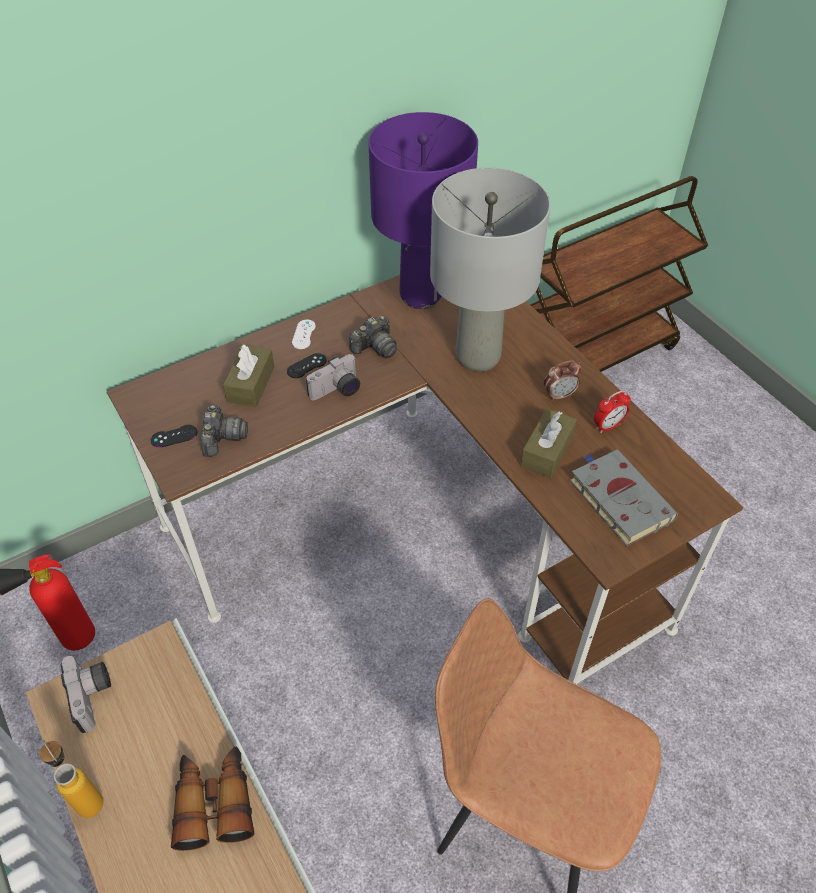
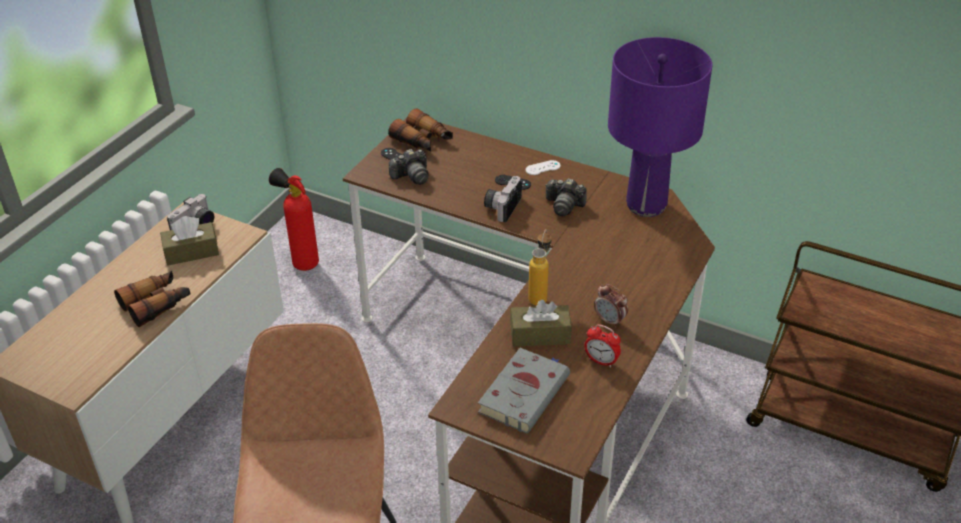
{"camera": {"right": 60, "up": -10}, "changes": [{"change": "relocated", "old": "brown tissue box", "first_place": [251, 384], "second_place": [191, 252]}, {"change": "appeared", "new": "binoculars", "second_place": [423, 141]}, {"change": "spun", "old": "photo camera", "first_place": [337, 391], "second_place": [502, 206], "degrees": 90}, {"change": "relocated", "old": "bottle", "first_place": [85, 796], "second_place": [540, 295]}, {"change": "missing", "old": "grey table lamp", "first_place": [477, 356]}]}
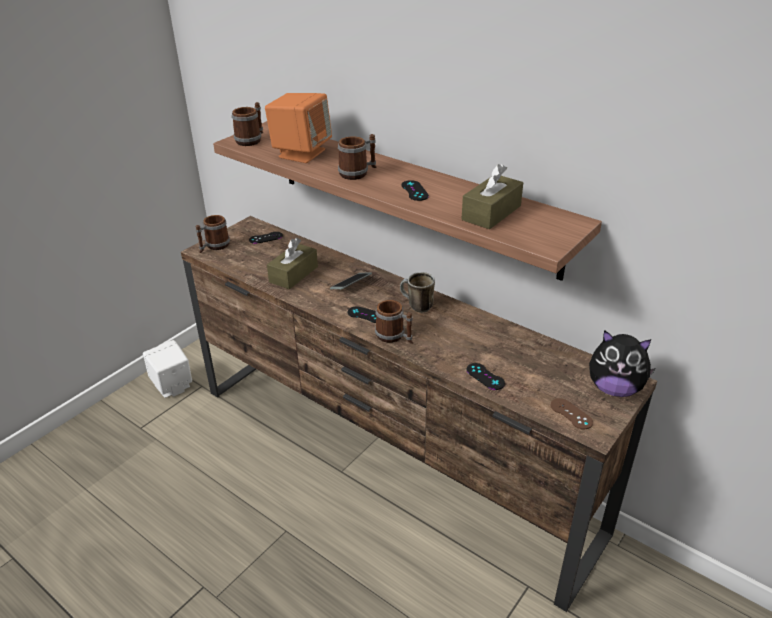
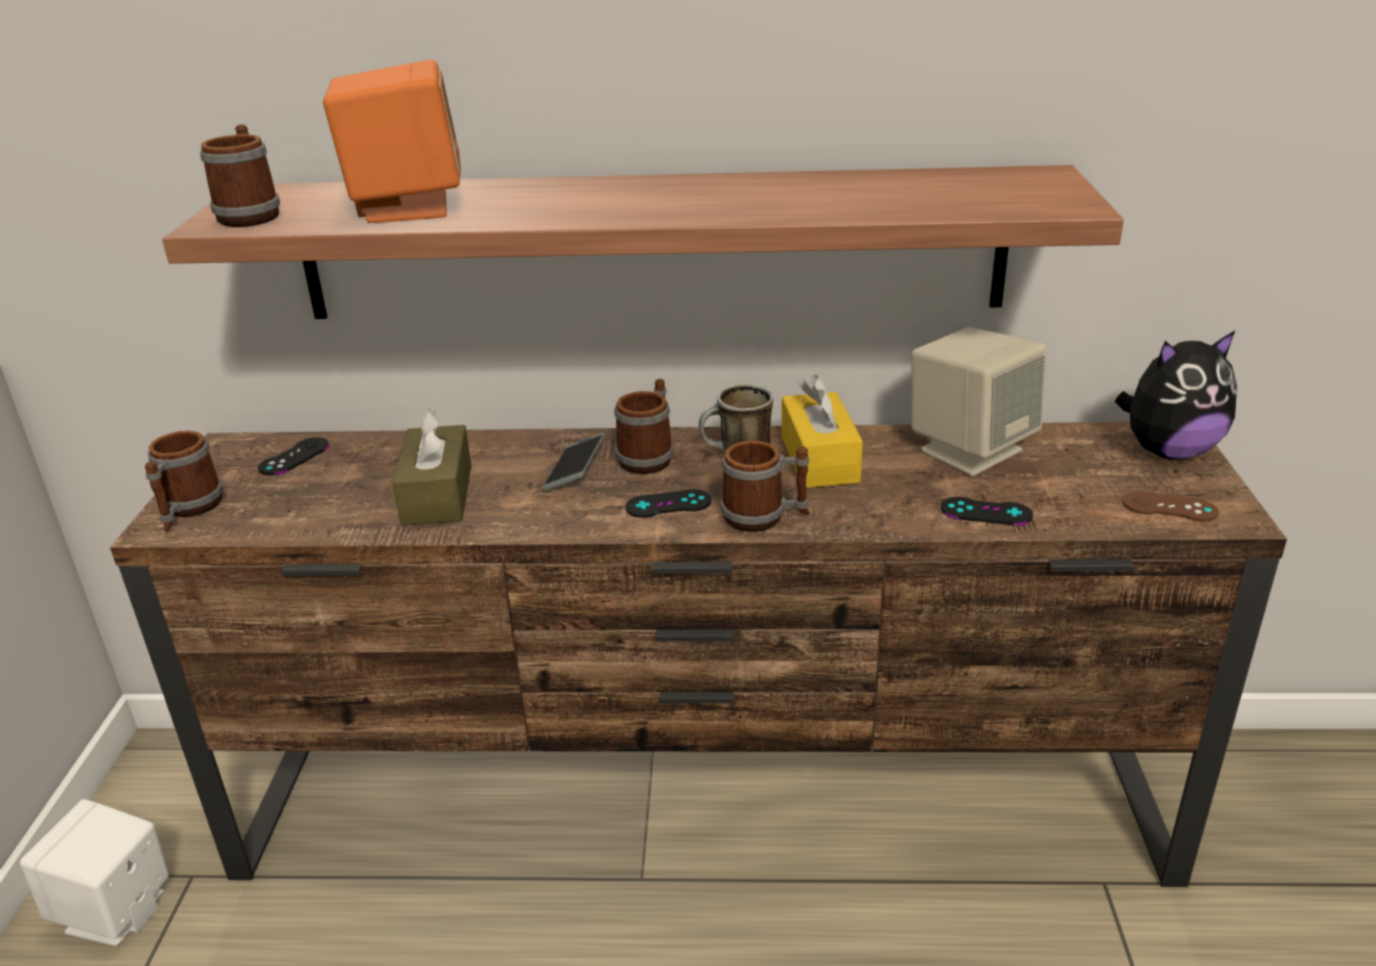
{"camera": {"right": -35, "up": -5}, "changes": [{"change": "relocated", "old": "mug", "first_place": [358, 173], "second_place": [649, 456]}, {"change": "appeared", "new": "yellow tissue box", "second_place": [819, 459]}, {"change": "appeared", "new": "beige speaker", "second_place": [970, 450]}, {"change": "missing", "old": "black game controller", "first_place": [414, 191]}, {"change": "missing", "old": "brown tissue box", "first_place": [491, 213]}]}
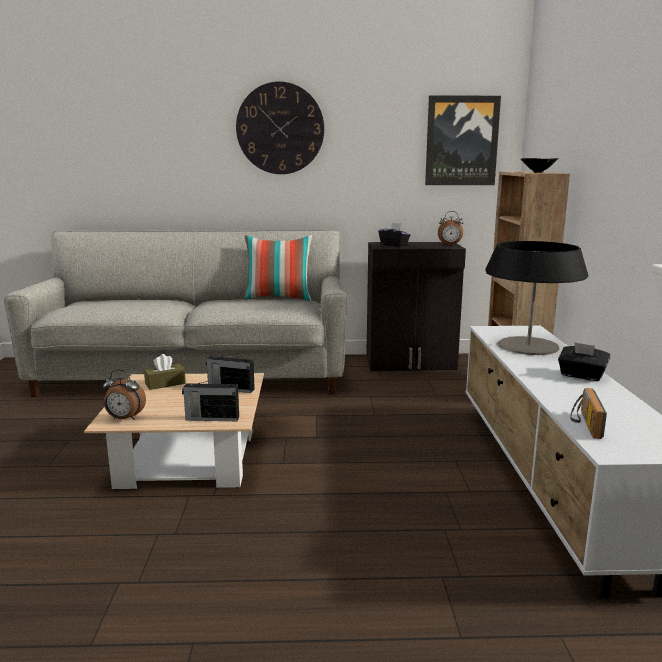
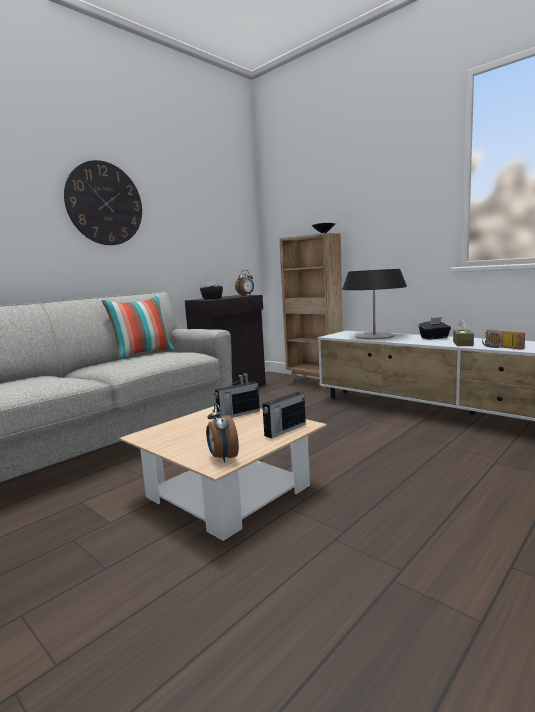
{"camera": {"right": -45, "up": -5}, "changes": [{"change": "spun", "old": "alarm clock", "first_place": [124, 419], "second_place": [222, 458], "degrees": 105}, {"change": "relocated", "old": "brown tissue box", "first_place": [165, 383], "second_place": [462, 343]}, {"change": "missing", "old": "picture", "first_place": [461, 141]}]}
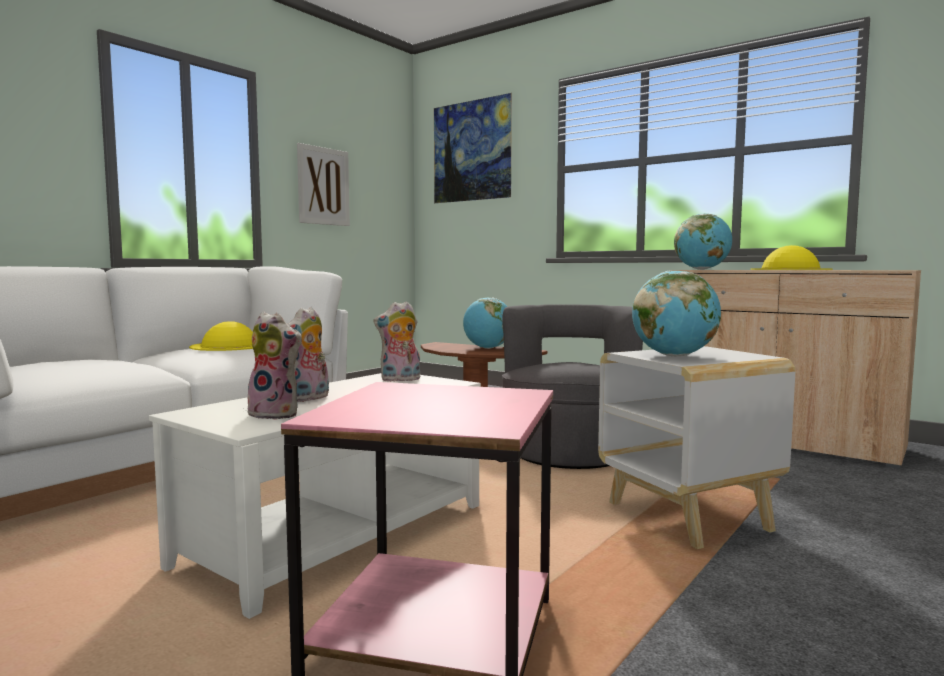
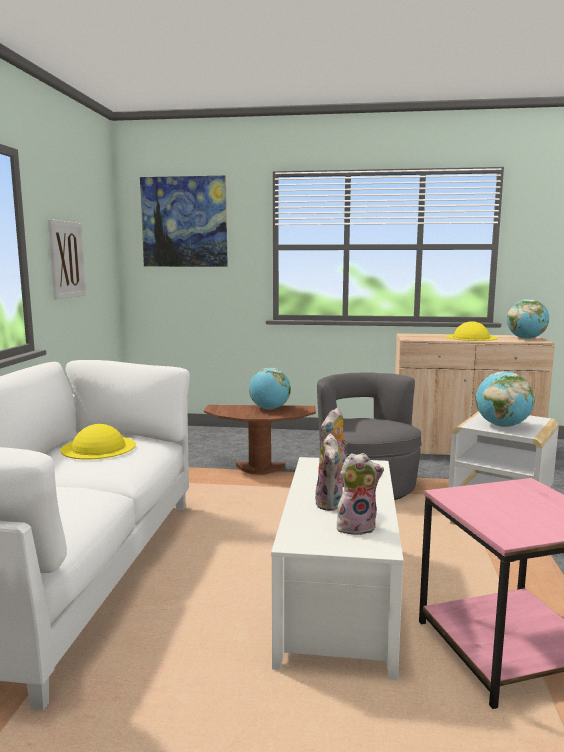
{"camera": {"right": -30, "up": 5}, "changes": [{"change": "relocated", "old": "globe", "first_place": [702, 269], "second_place": [526, 339]}]}
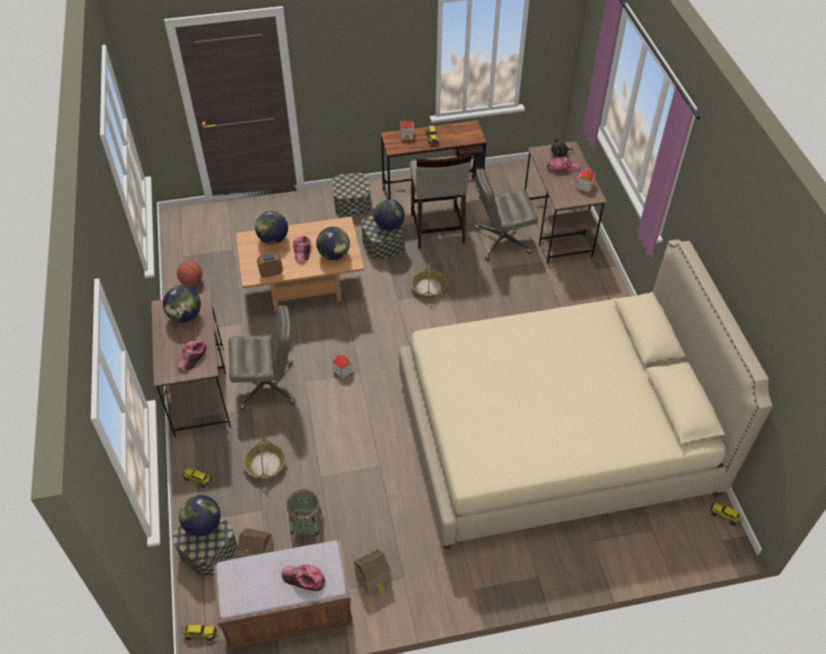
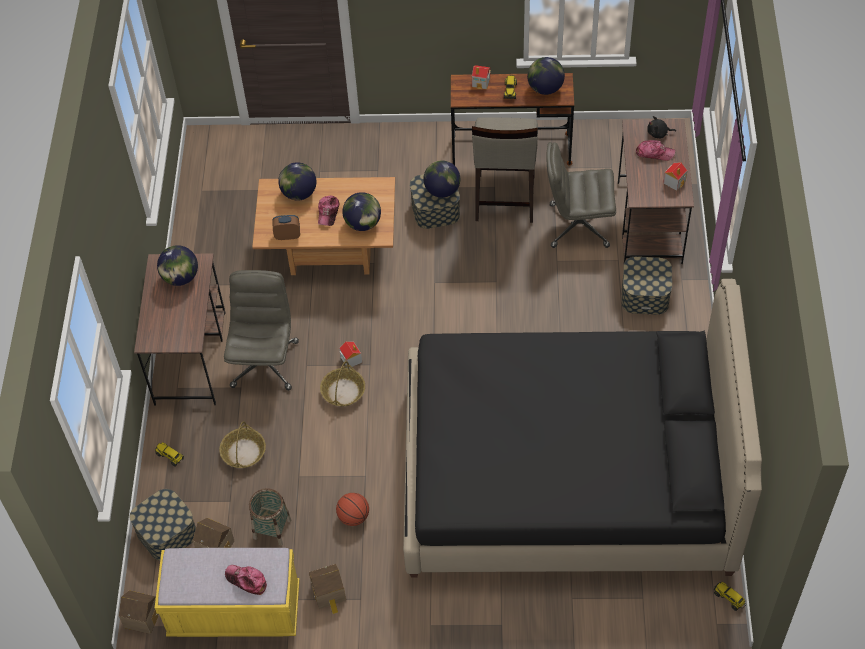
{"camera": {"right": 15, "up": 5}, "changes": [{"change": "exchanged", "old": "toy truck", "new": "toy house", "first_place": [200, 634], "second_place": [142, 616]}, {"change": "colour", "old": "brown bench", "new": "yellow bench", "first_place": [288, 612], "second_place": [234, 611]}, {"change": "spun", "old": "grey office chair", "first_place": [267, 385], "second_place": [264, 363], "degrees": -90}, {"change": "relocated", "old": "basket", "first_place": [428, 287], "second_place": [343, 391]}, {"change": "relocated", "old": "basketball", "first_place": [191, 282], "second_place": [353, 517]}, {"change": "colour", "old": "beige bed", "new": "black bed", "first_place": [554, 436], "second_place": [566, 475]}, {"change": "relocated", "old": "globe", "first_place": [203, 525], "second_place": [545, 88]}, {"change": "relocated", "old": "storage box", "first_place": [352, 203], "second_place": [645, 295]}, {"change": "missing", "old": "cap", "first_place": [192, 357]}]}
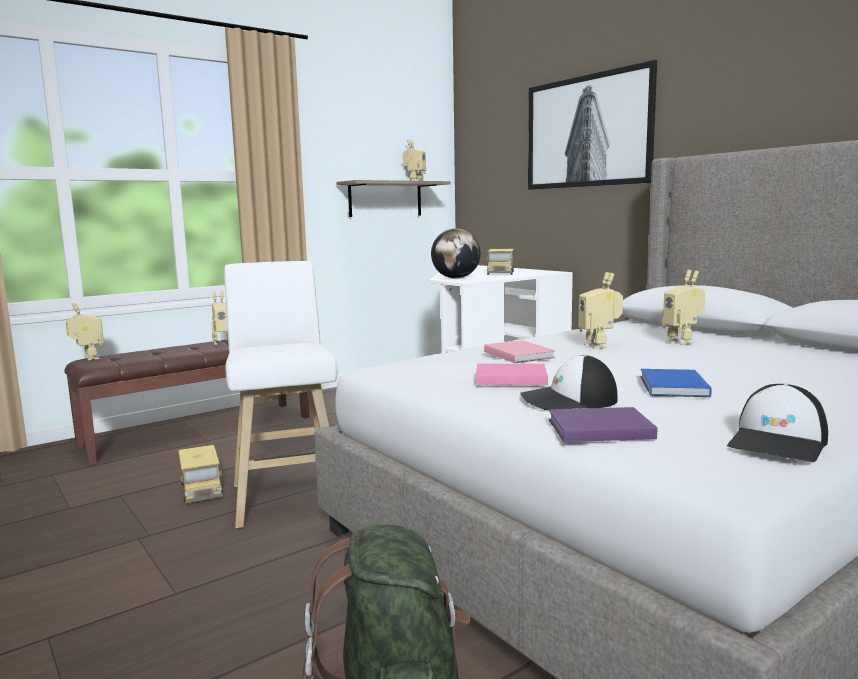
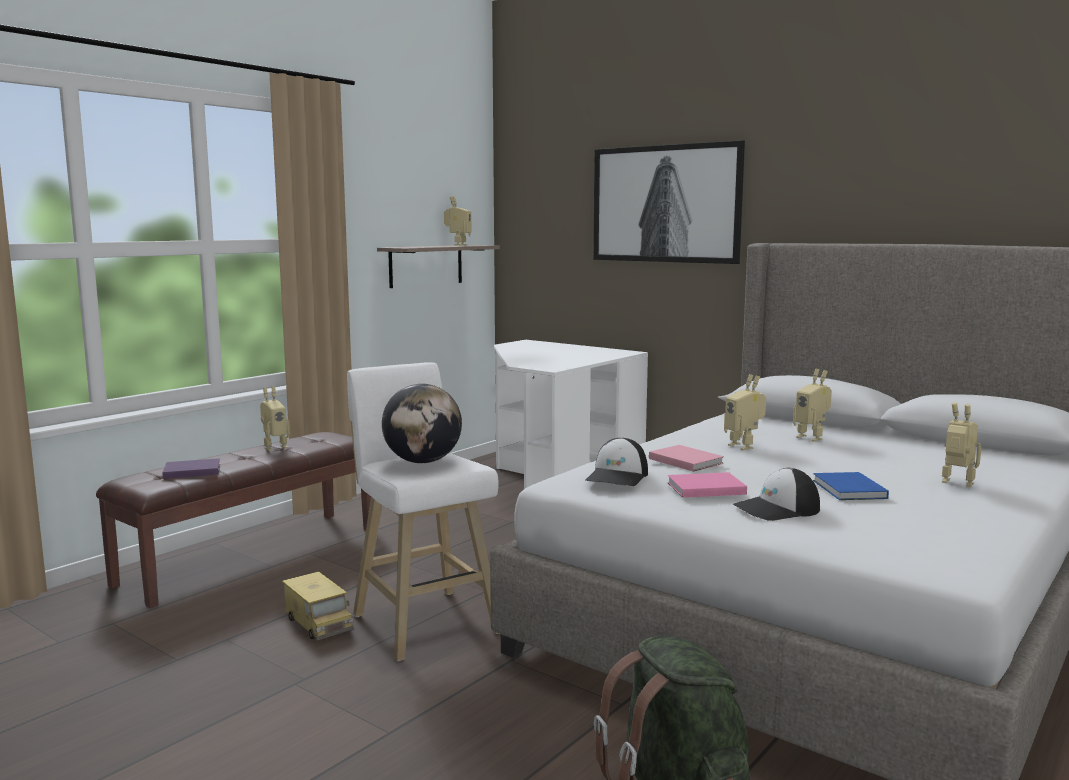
{"camera": {"right": -15, "up": 0}, "changes": [{"change": "relocated", "old": "purple book", "first_place": [597, 429], "second_place": [190, 471]}, {"change": "relocated", "old": "globe", "first_place": [456, 278], "second_place": [423, 461]}, {"change": "relocated", "old": "cap", "first_place": [778, 443], "second_place": [618, 476]}, {"change": "relocated", "old": "toy robot", "first_place": [88, 358], "second_place": [956, 484]}, {"change": "missing", "old": "toy truck", "first_place": [501, 272]}]}
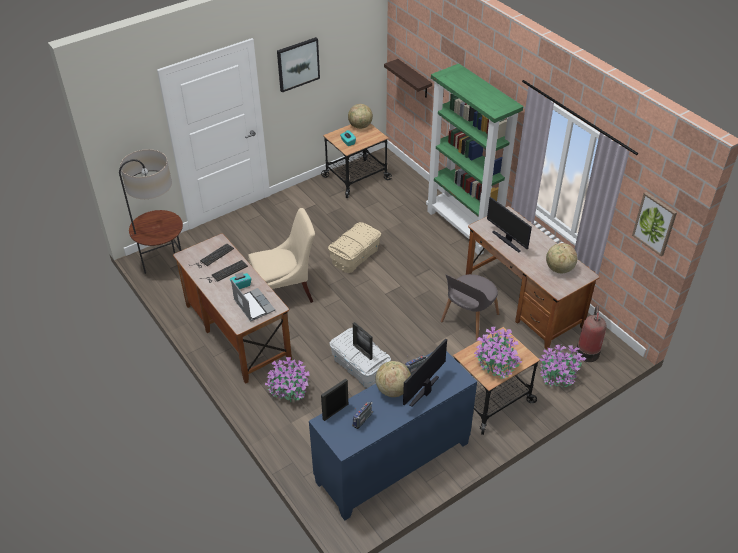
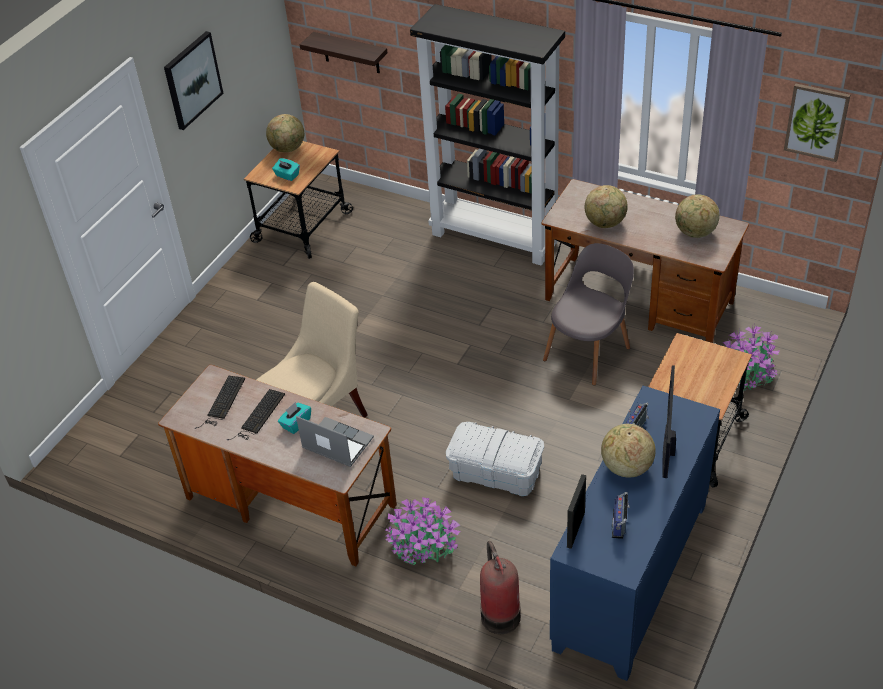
{"camera": {"right": -25, "up": 0}, "changes": [{"change": "colour", "old": "green bookcase", "new": "black bookcase", "first_place": [464, 228], "second_place": [496, 238]}, {"change": "relocated", "old": "fire extinguisher", "first_place": [587, 351], "second_place": [499, 614]}, {"change": "spun", "old": "grey chair", "first_place": [468, 319], "second_place": [589, 351], "degrees": -150}, {"change": "exchanged", "old": "monitor", "new": "globe", "first_place": [507, 241], "second_place": [605, 223]}, {"change": "missing", "old": "floor lamp", "first_place": [164, 266]}, {"change": "missing", "old": "beige storage box", "first_place": [355, 256]}, {"change": "missing", "old": "picture frame", "first_place": [362, 352]}, {"change": "missing", "old": "potted plant", "first_place": [496, 363]}]}
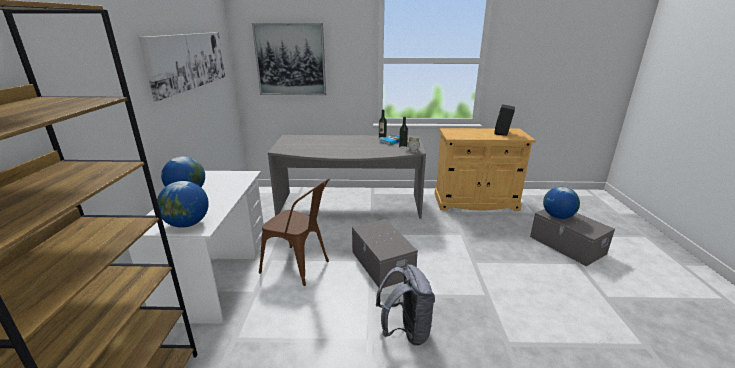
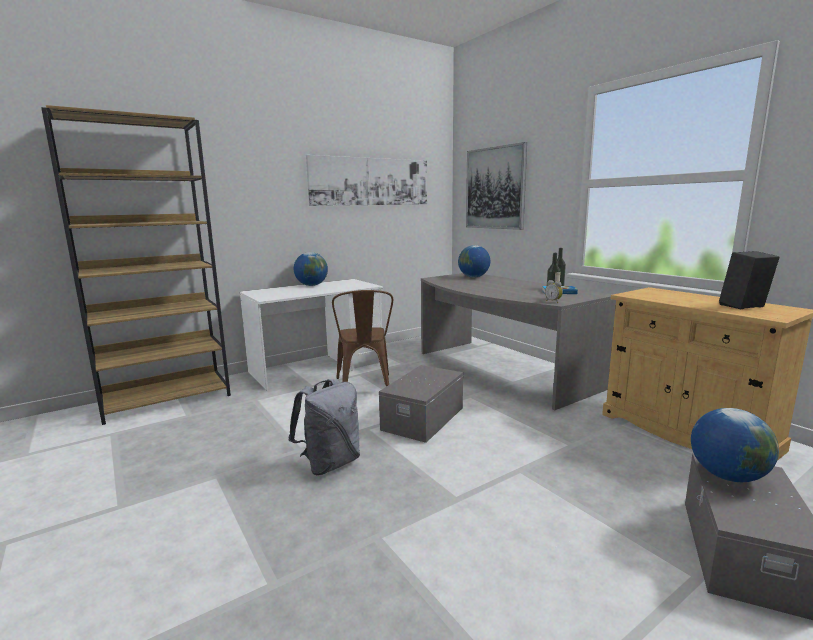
{"camera": {"right": 55, "up": -10}, "changes": [{"change": "relocated", "old": "globe", "first_place": [187, 224], "second_place": [473, 277]}]}
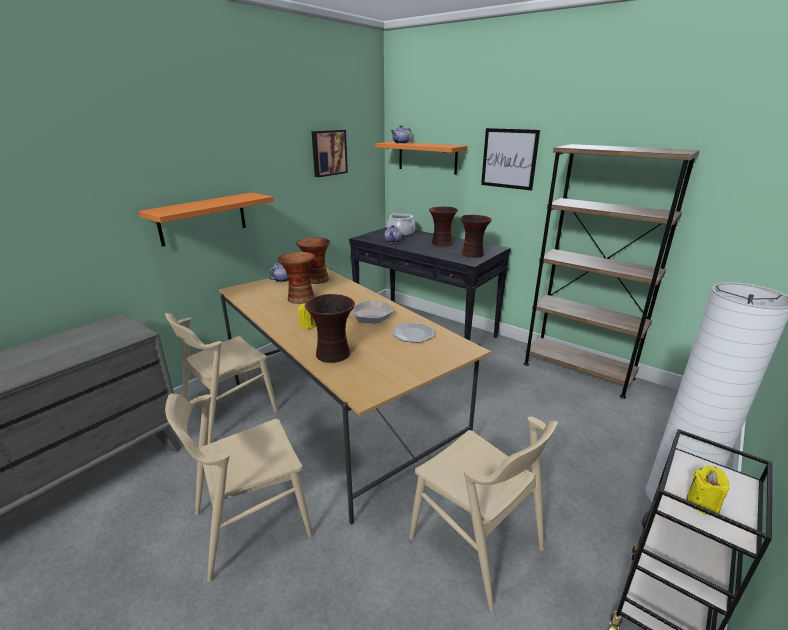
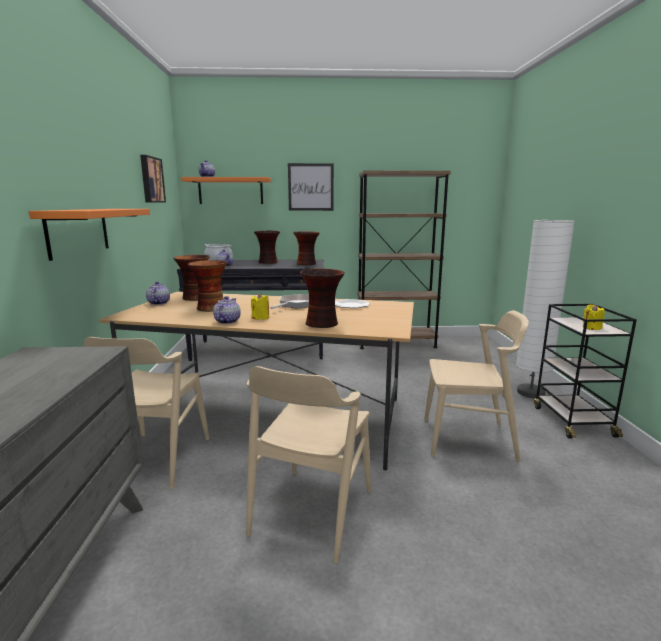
{"camera": {"right": -40, "up": -10}, "changes": [{"change": "appeared", "new": "teapot", "second_place": [227, 321]}]}
